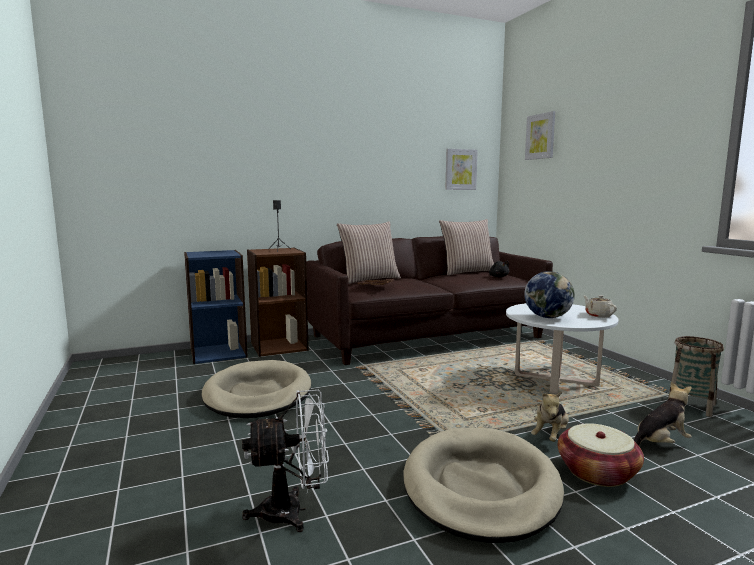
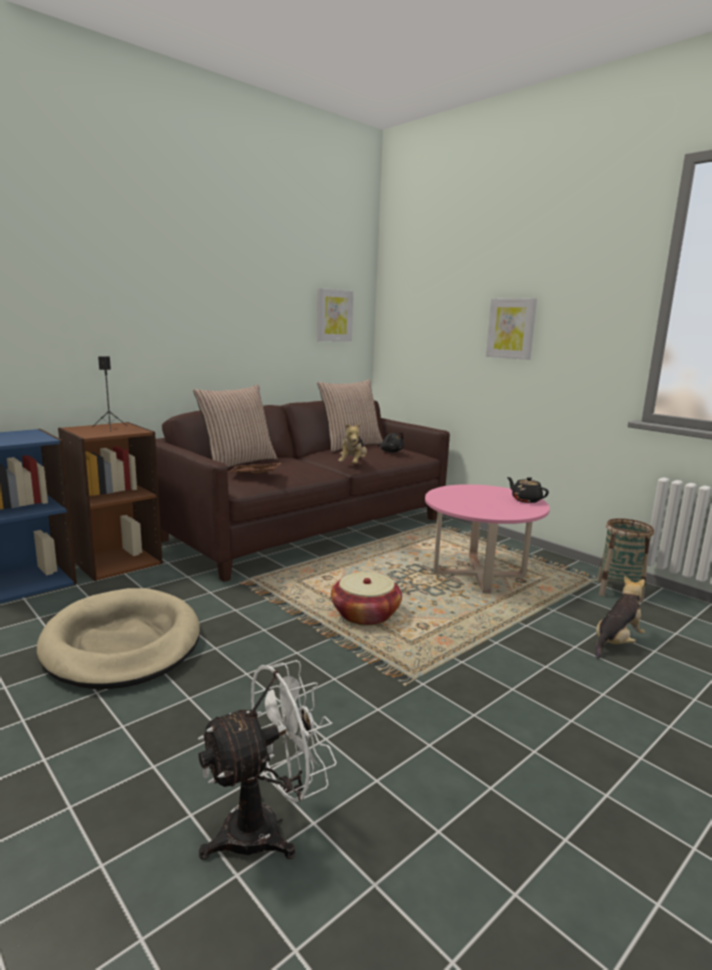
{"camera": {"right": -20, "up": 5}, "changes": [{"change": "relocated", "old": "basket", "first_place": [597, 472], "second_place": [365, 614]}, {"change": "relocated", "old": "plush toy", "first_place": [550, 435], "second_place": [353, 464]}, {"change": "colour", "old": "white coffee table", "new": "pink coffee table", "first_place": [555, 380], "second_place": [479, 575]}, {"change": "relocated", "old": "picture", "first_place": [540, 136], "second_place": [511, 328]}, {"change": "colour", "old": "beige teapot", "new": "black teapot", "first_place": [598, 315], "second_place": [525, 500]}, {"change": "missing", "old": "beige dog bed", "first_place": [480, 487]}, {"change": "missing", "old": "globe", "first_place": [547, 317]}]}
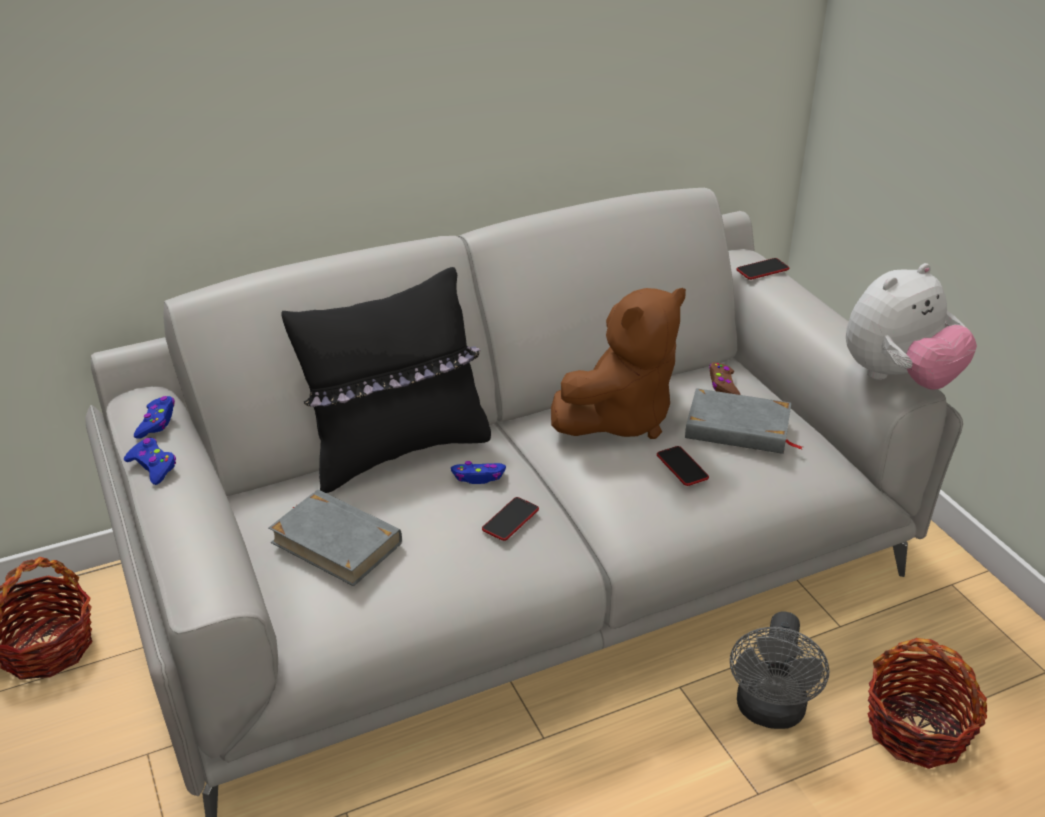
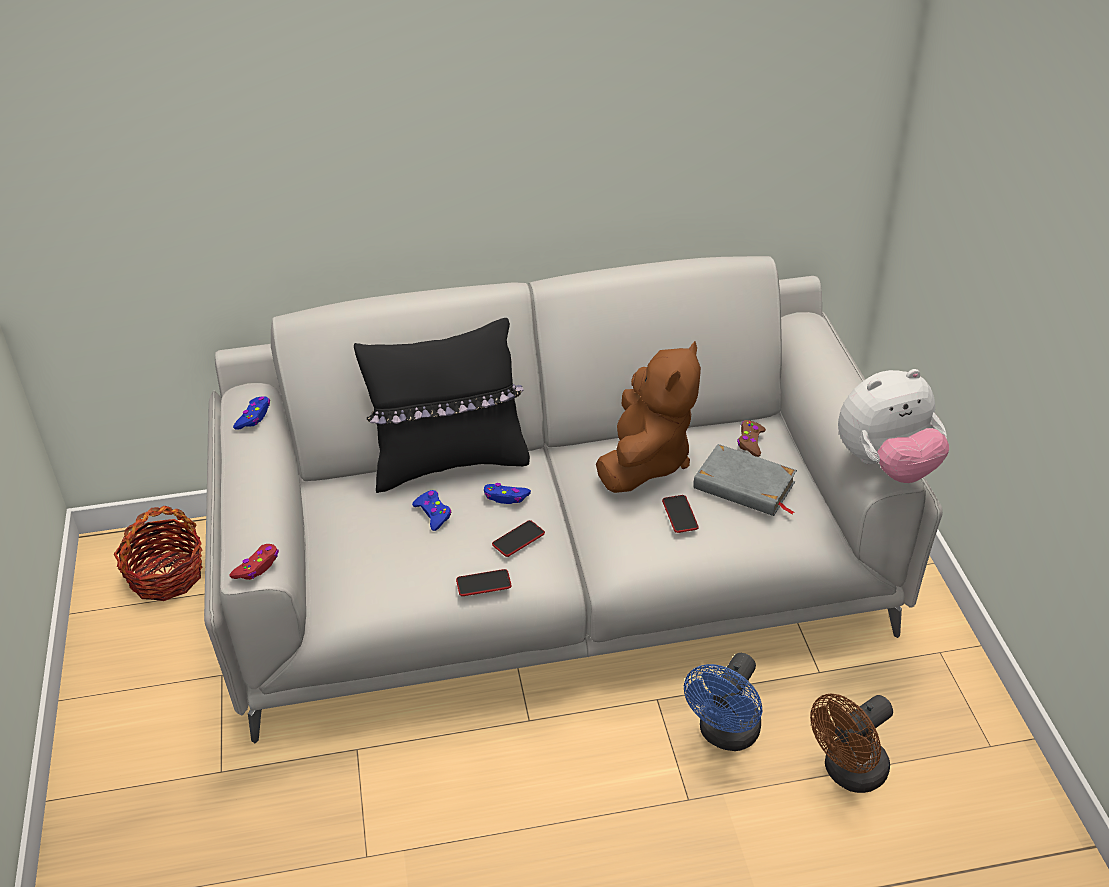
{"camera": {"right": 15, "up": 5}, "changes": [{"change": "appeared", "new": "red game controller", "second_place": [257, 567]}, {"change": "relocated", "old": "blue game controller", "first_place": [153, 466], "second_place": [433, 514]}, {"change": "relocated", "old": "phone", "first_place": [762, 270], "second_place": [483, 583]}, {"change": "spun", "old": "brown plush toy", "first_place": [620, 418], "second_place": [645, 460], "degrees": -45}, {"change": "colour", "old": "grey fan", "new": "blue fan", "first_place": [770, 712], "second_place": [725, 735]}, {"change": "exchanged", "old": "basket", "new": "brown fan", "first_place": [917, 729], "second_place": [848, 773]}, {"change": "missing", "old": "grey book", "first_place": [336, 542]}]}
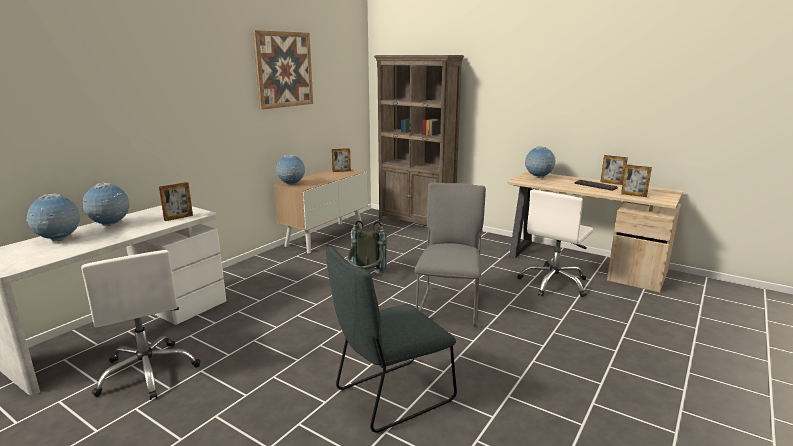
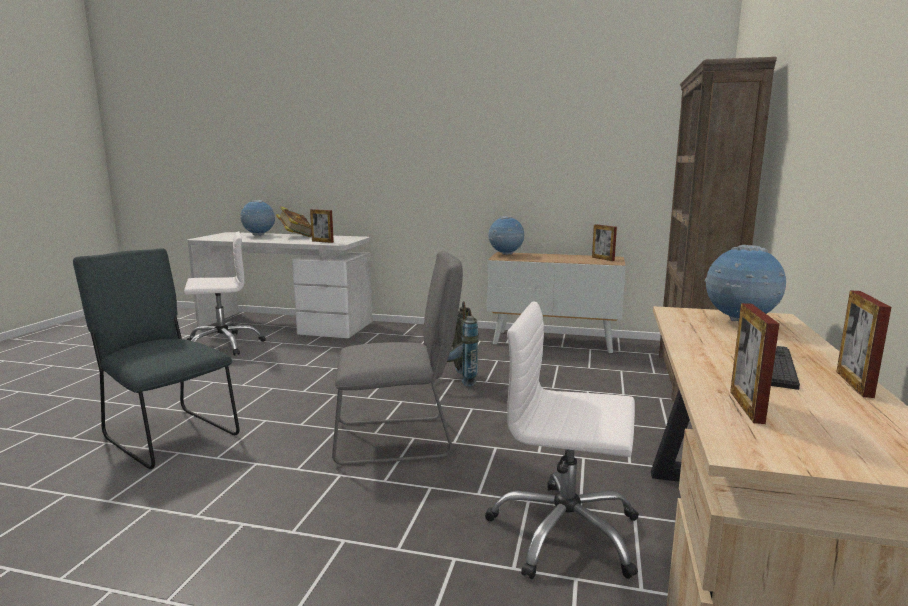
{"camera": {"right": 70, "up": -5}, "changes": [{"change": "spun", "old": "white office chair", "first_place": [148, 372], "second_place": [223, 345], "degrees": -150}, {"change": "exchanged", "old": "globe", "new": "book", "first_place": [110, 225], "second_place": [296, 236]}, {"change": "missing", "old": "picture", "first_place": [284, 69]}]}
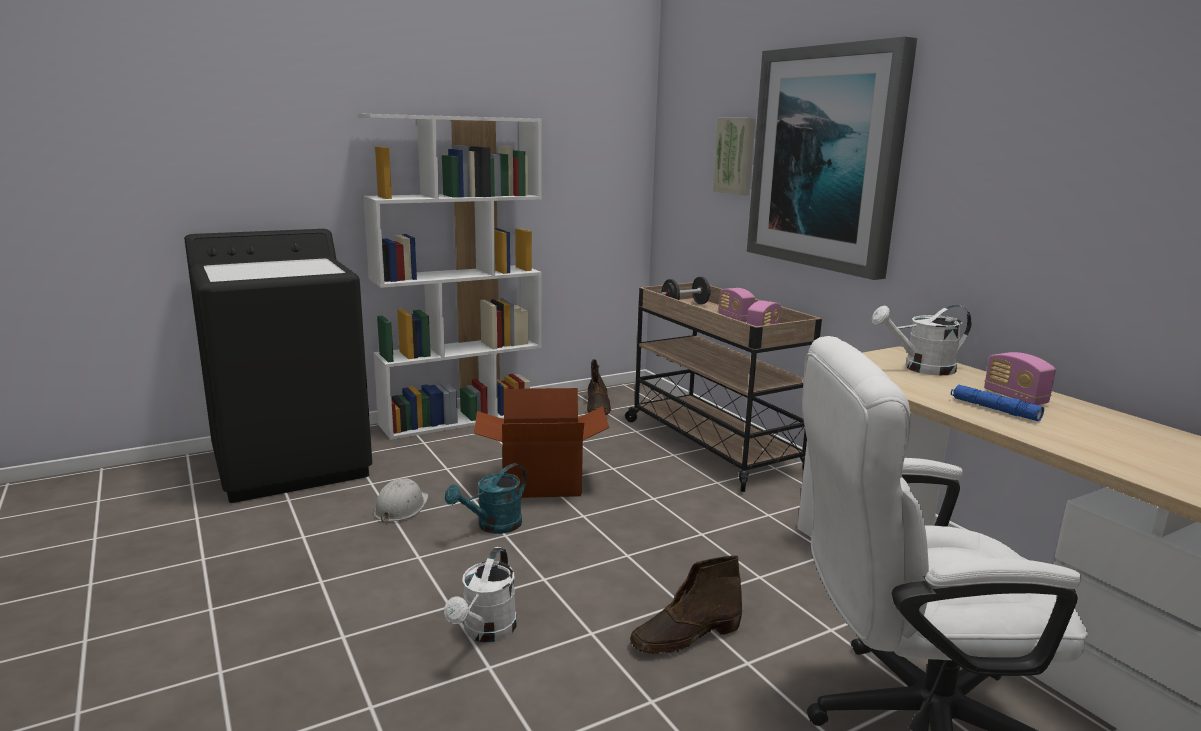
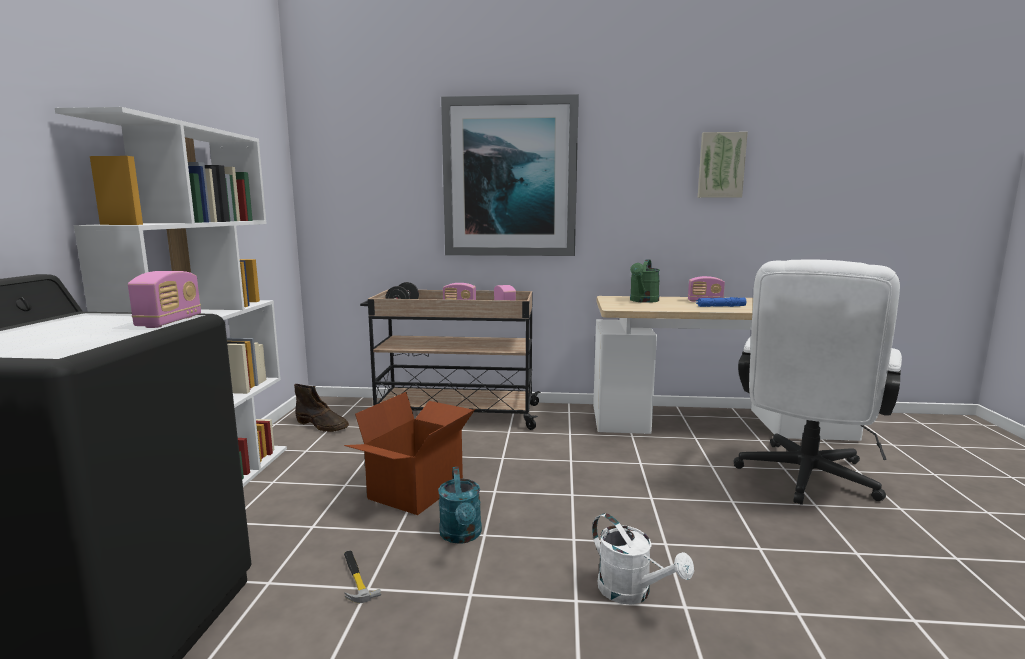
{"camera": {"right": -55, "up": -5}, "changes": [{"change": "appeared", "new": "radio", "second_place": [169, 322]}, {"change": "exchanged", "old": "white hard hat", "new": "hammer", "first_place": [401, 508], "second_place": [355, 577]}, {"change": "colour", "old": "white watering can", "new": "green watering can", "first_place": [921, 369], "second_place": [643, 301]}, {"change": "relocated", "old": "picture", "first_place": [735, 156], "second_place": [721, 165]}, {"change": "missing", "old": "brown boot", "first_place": [685, 636]}]}
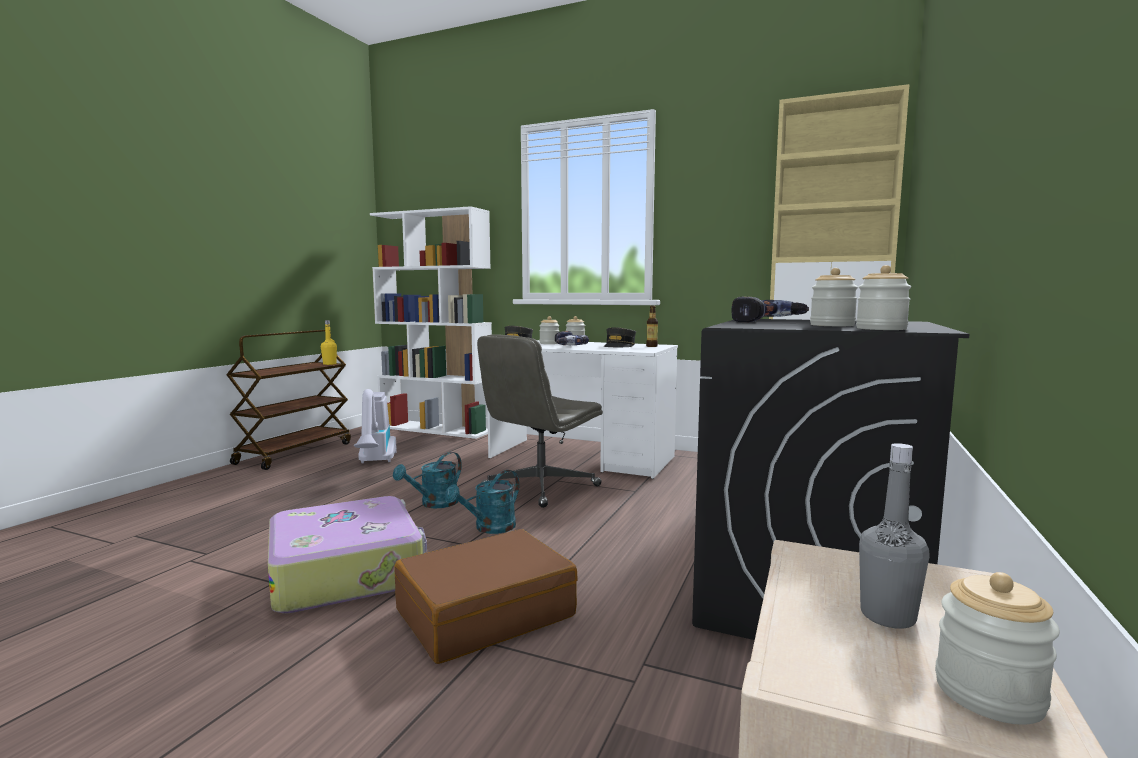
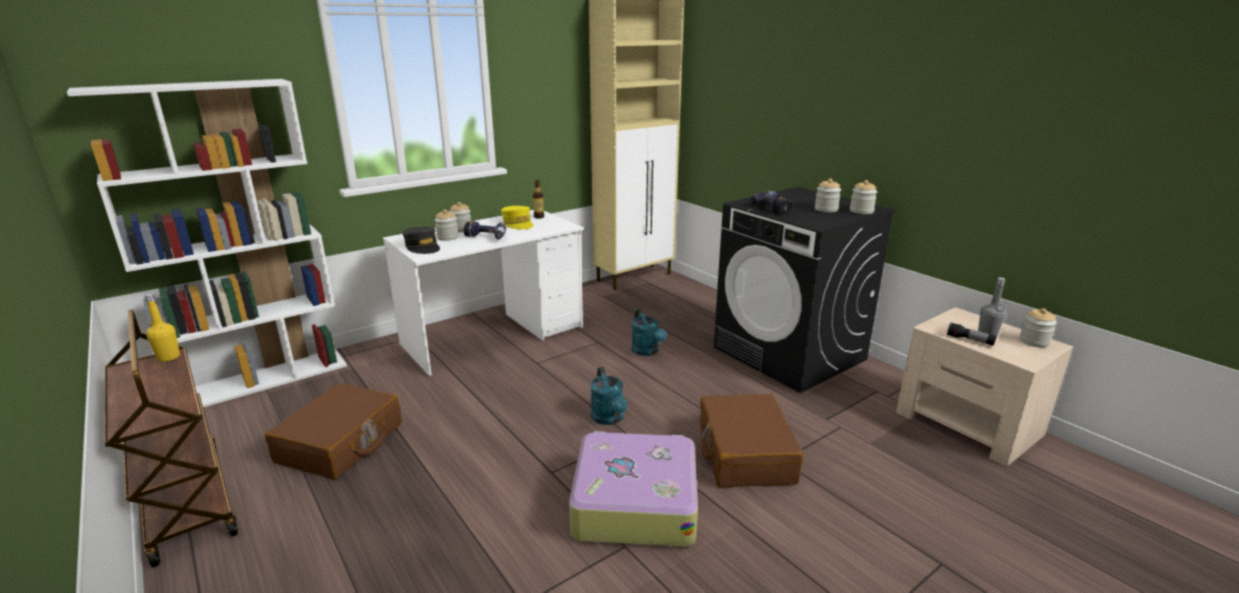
{"camera": {"right": -60, "up": 15}, "changes": [{"change": "exchanged", "old": "vacuum cleaner", "new": "brown suitcase", "first_place": [376, 463], "second_place": [341, 443]}, {"change": "colour", "old": "grey cap", "new": "yellow cap", "first_place": [619, 346], "second_place": [518, 224]}, {"change": "relocated", "old": "turquoise watering can", "first_place": [434, 504], "second_place": [647, 352]}, {"change": "appeared", "new": "flashlight", "second_place": [970, 340]}, {"change": "missing", "old": "grey office chair", "first_place": [540, 487]}]}
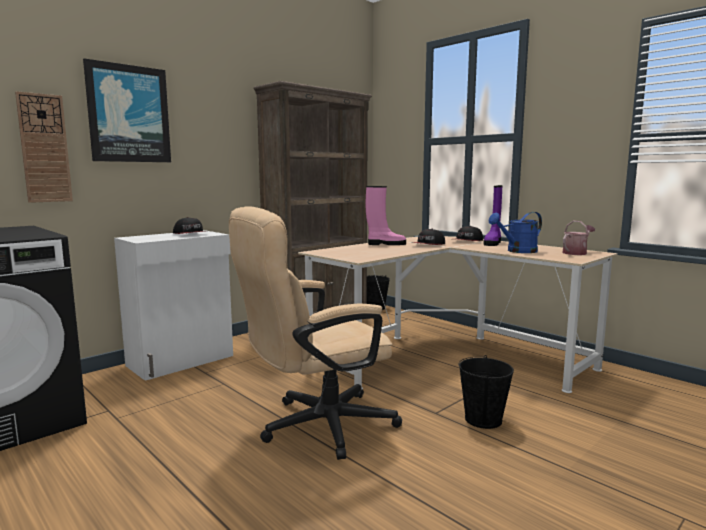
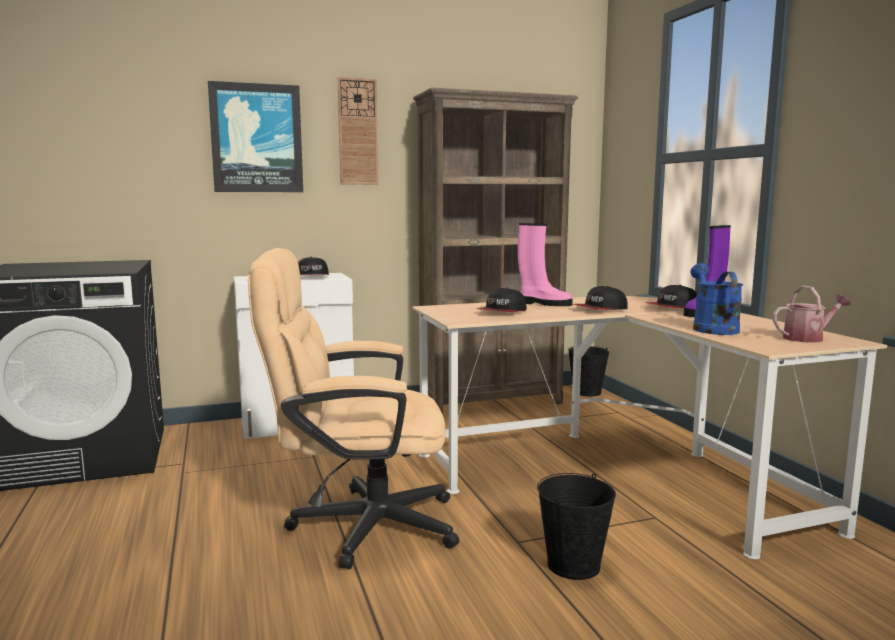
{"camera": {"right": 25, "up": 0}, "changes": [{"change": "relocated", "old": "wall clock", "first_place": [44, 148], "second_place": [358, 132]}, {"change": "appeared", "new": "cap", "second_place": [502, 312]}, {"change": "spun", "old": "blue watering can", "first_place": [517, 251], "second_place": [712, 328], "degrees": 90}]}
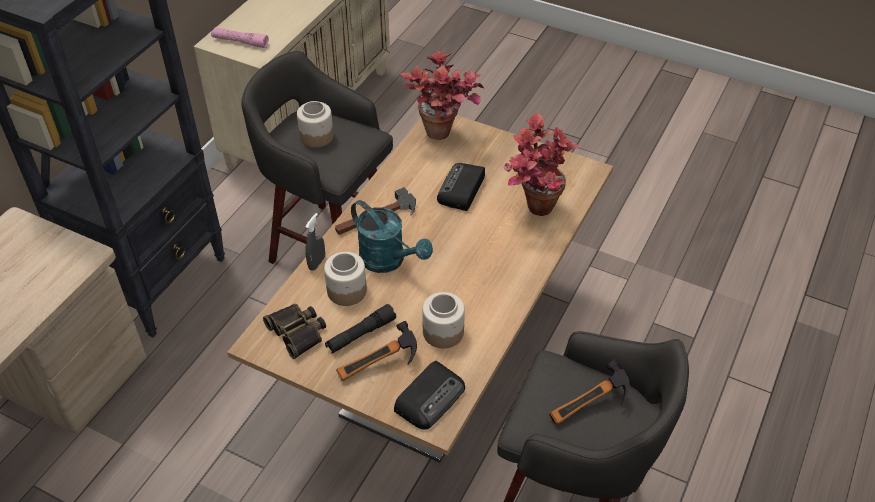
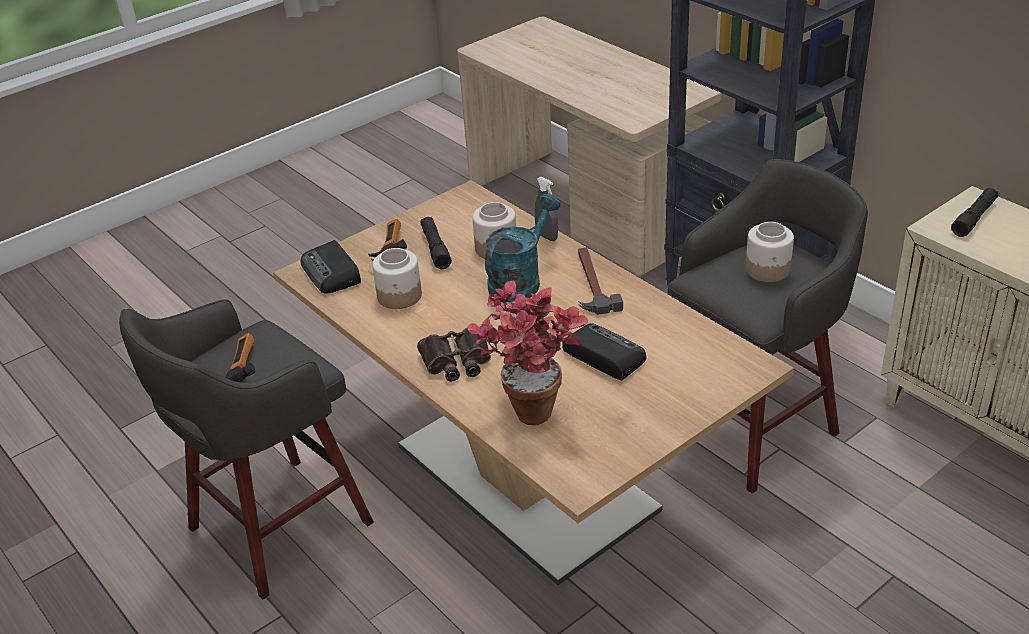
{"camera": {"right": 115, "up": -10}, "changes": [{"change": "relocated", "old": "binoculars", "first_place": [298, 332], "second_place": [456, 361]}, {"change": "spun", "old": "turquoise watering can", "first_place": [388, 261], "second_place": [520, 280], "degrees": 150}, {"change": "colour", "old": "pink flashlight", "new": "black flashlight", "first_place": [240, 42], "second_place": [974, 218]}, {"change": "missing", "old": "potted plant", "first_place": [445, 137]}]}
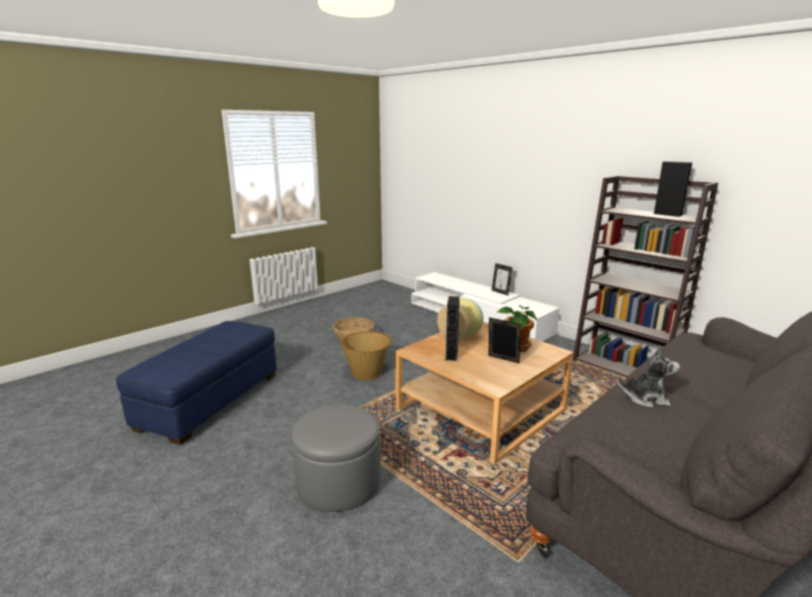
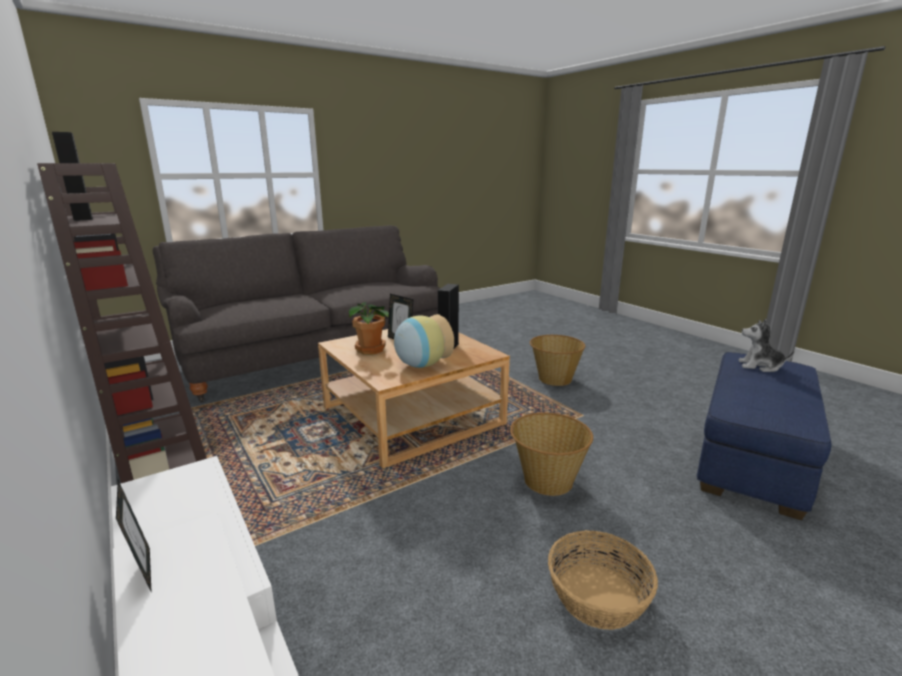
{"camera": {"right": -170, "up": 0}, "changes": [{"change": "exchanged", "old": "grey ottoman", "new": "basket", "first_place": [338, 482], "second_place": [554, 378]}, {"change": "relocated", "old": "plush toy", "first_place": [645, 398], "second_place": [760, 366]}]}
